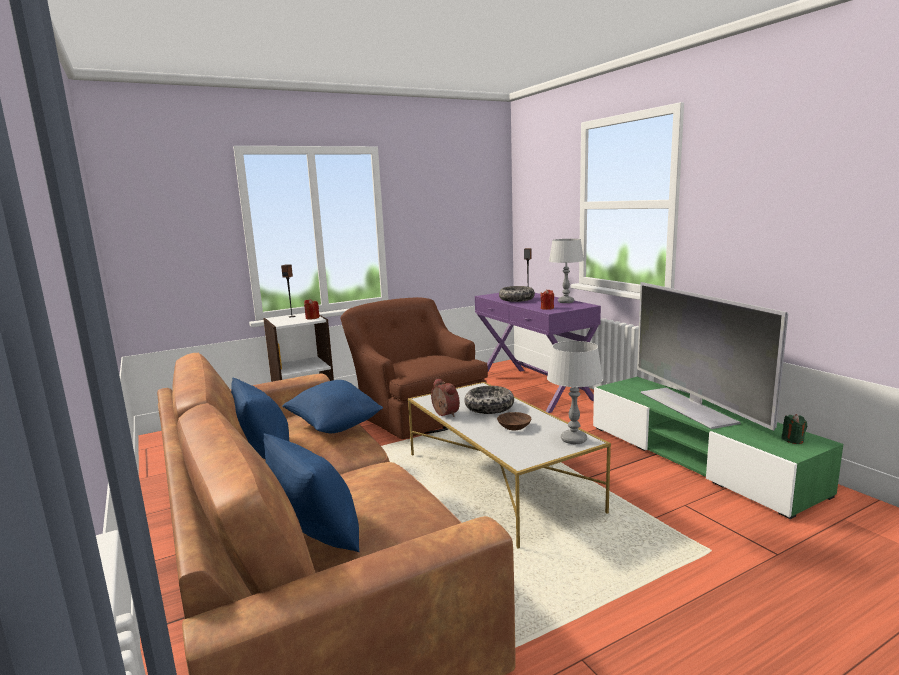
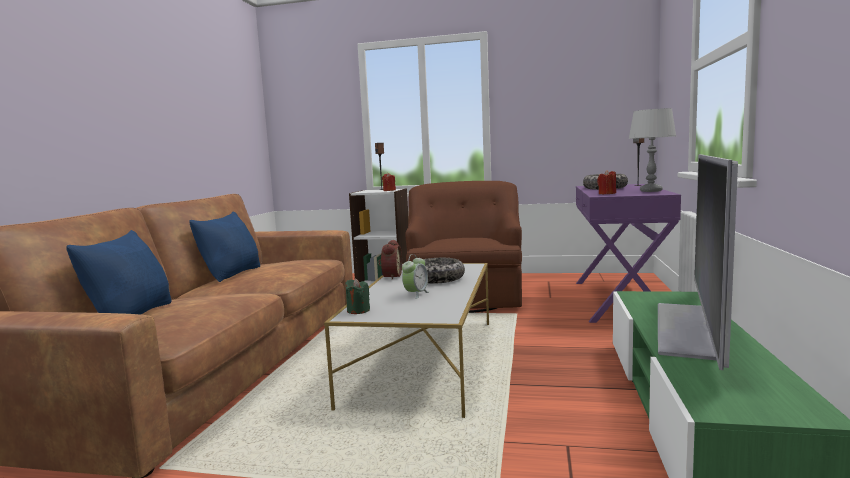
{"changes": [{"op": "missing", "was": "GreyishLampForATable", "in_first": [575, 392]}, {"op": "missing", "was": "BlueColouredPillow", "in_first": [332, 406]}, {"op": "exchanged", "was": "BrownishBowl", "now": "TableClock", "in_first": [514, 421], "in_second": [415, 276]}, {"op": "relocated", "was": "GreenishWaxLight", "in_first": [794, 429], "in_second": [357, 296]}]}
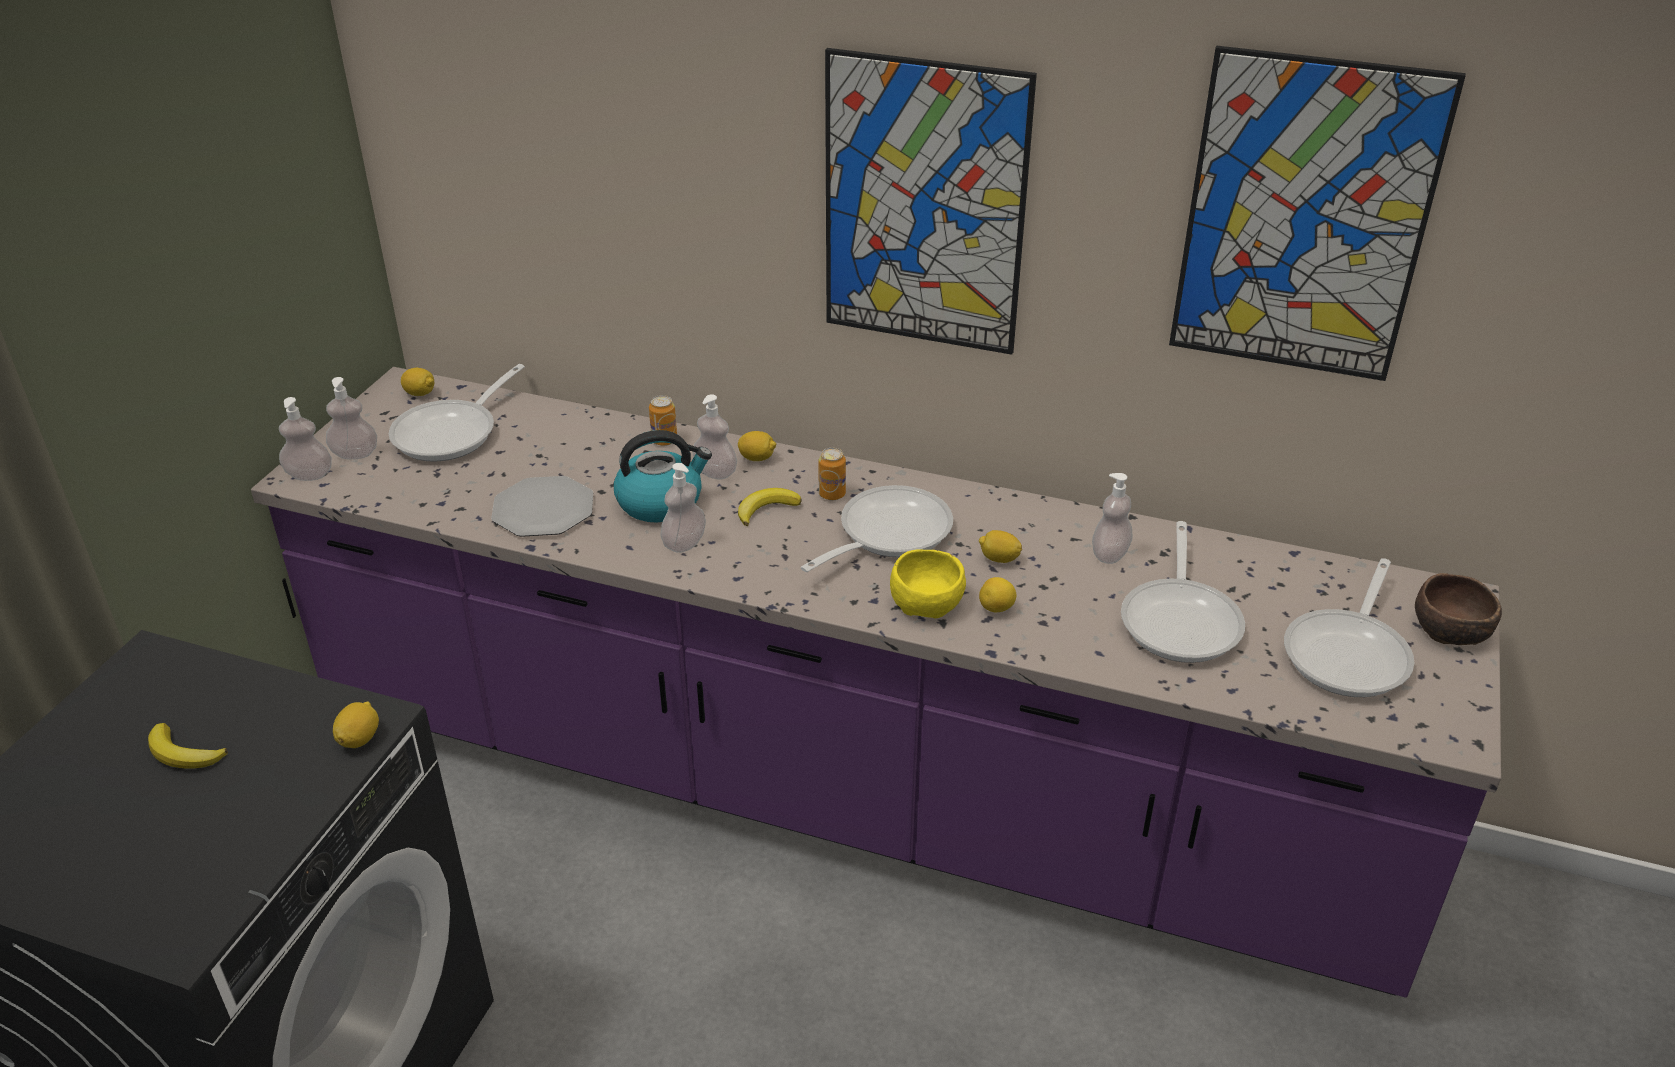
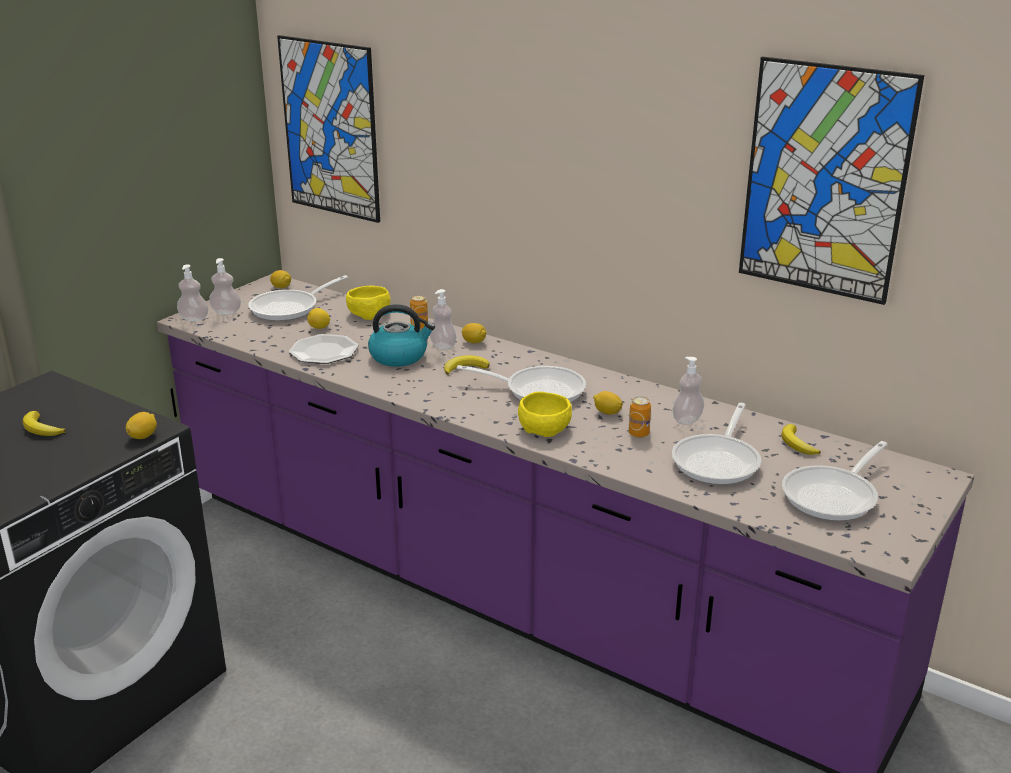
{"changes": [{"op": "relocated", "was": "WallArt", "in_first": [931, 201], "in_second": [328, 129]}, {"op": "relocated", "was": "Can", "in_first": [832, 474], "in_second": [639, 417]}, {"op": "missing", "was": "SoapDispenser", "in_first": [683, 508]}, {"op": "spun", "was": "Pan", "in_first": [877, 528], "in_second": [521, 384], "clockwise": 45}, {"op": "missing", "was": "BrownishBowl", "in_first": [1458, 609]}, {"op": "relocated", "was": "WholeLemon", "in_first": [997, 594], "in_second": [318, 318]}, {"op": "appeared", "now": "YellowishBowl", "in_second": [368, 303]}, {"op": "appeared", "now": "BananaFruit", "in_second": [801, 439]}]}
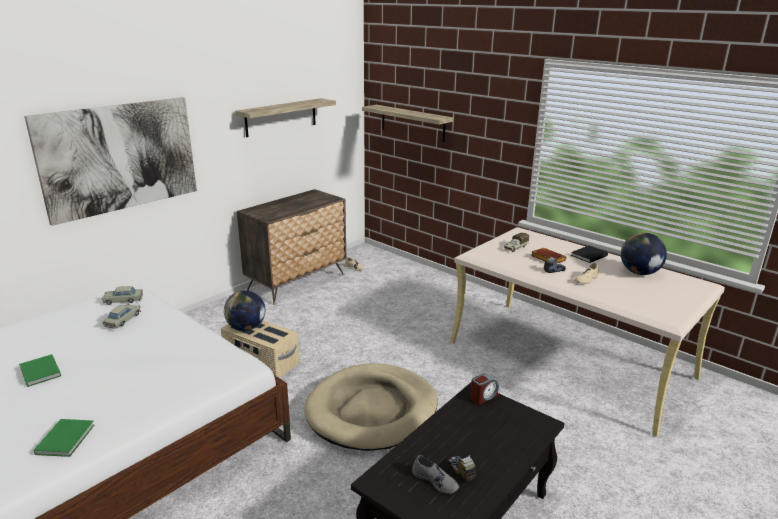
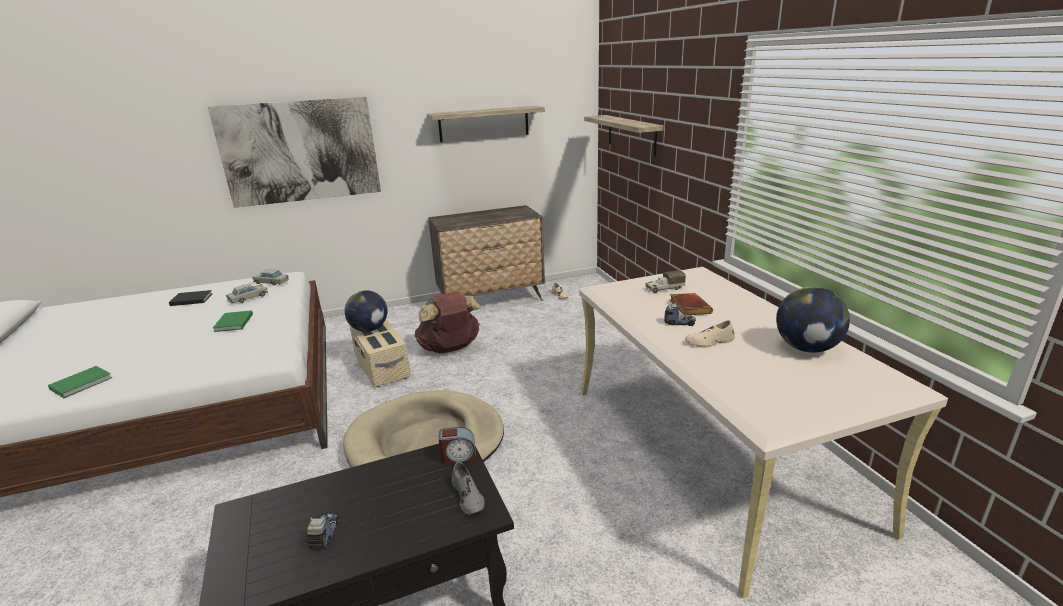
{"changes": [{"op": "relocated", "was": "BlackishVolume", "in_first": [589, 254], "in_second": [191, 298]}, {"op": "relocated", "was": "GreenishVolume", "in_first": [40, 370], "in_second": [233, 321]}, {"op": "relocated", "was": "GreyishItemOfFootwear", "in_first": [435, 474], "in_second": [468, 488]}, {"op": "appeared", "now": "BrownishKnapsack", "in_second": [448, 322]}]}
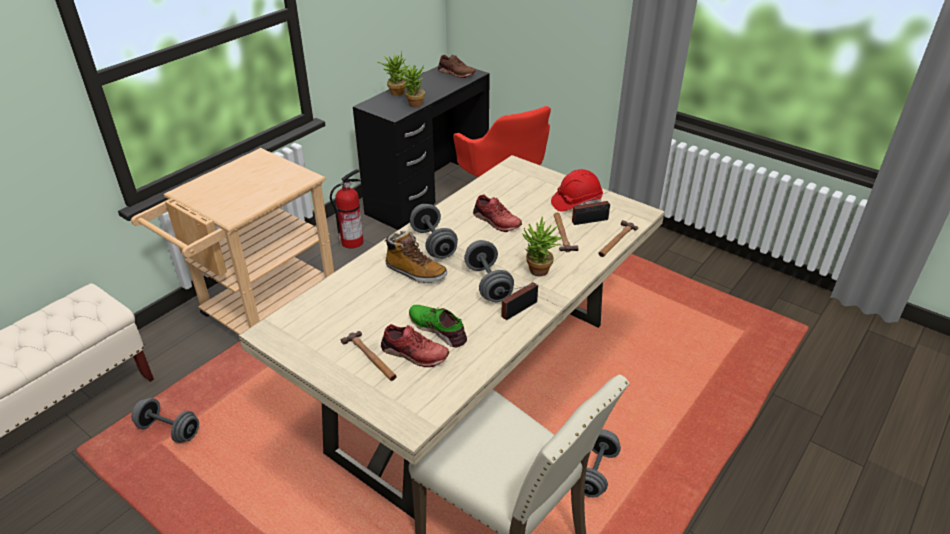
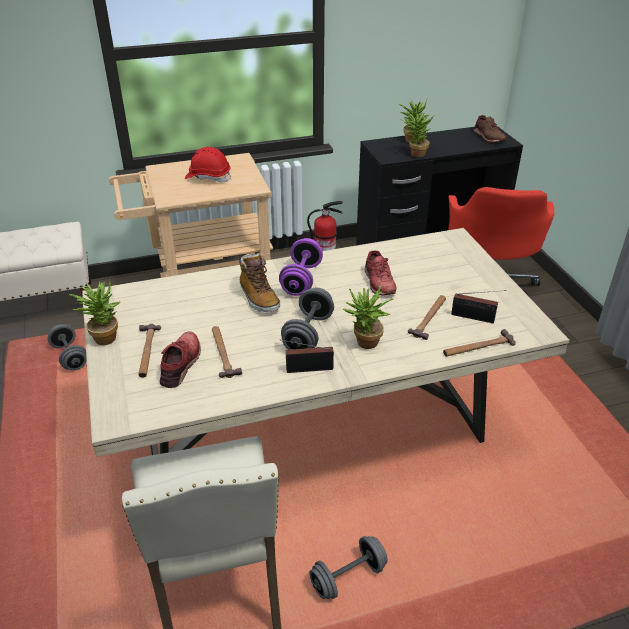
{"changes": [{"op": "relocated", "was": "ReddishSafetyHelmet", "in_first": [577, 190], "in_second": [208, 165]}, {"op": "colour", "was": "GreyishDumbbell", "now": "PurplishDumbbell", "in_first": [434, 231], "in_second": [301, 267]}, {"op": "exchanged", "was": "GreenishItemOfFootwear", "now": "HandHammer", "in_first": [438, 326], "in_second": [227, 352]}, {"op": "spun", "was": "ReddishItemOfFootwear", "in_first": [415, 345], "in_second": [180, 359], "clockwise": -135}, {"op": "appeared", "now": "Houseplant", "in_second": [95, 312]}]}
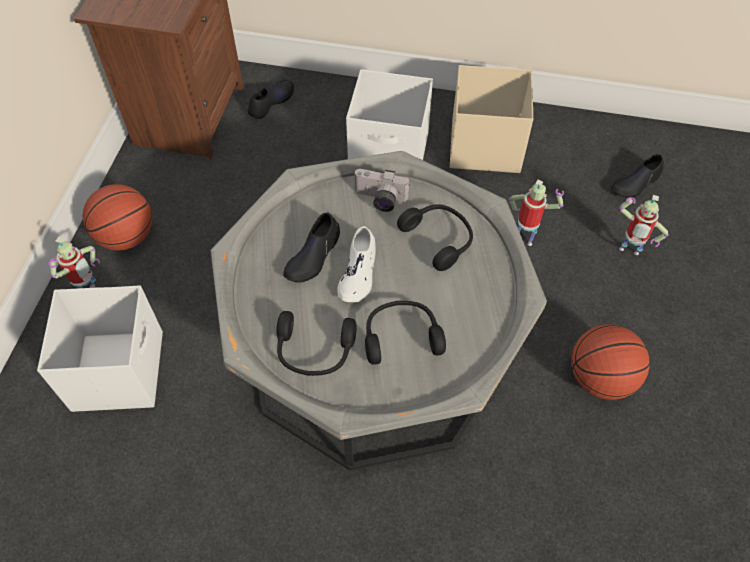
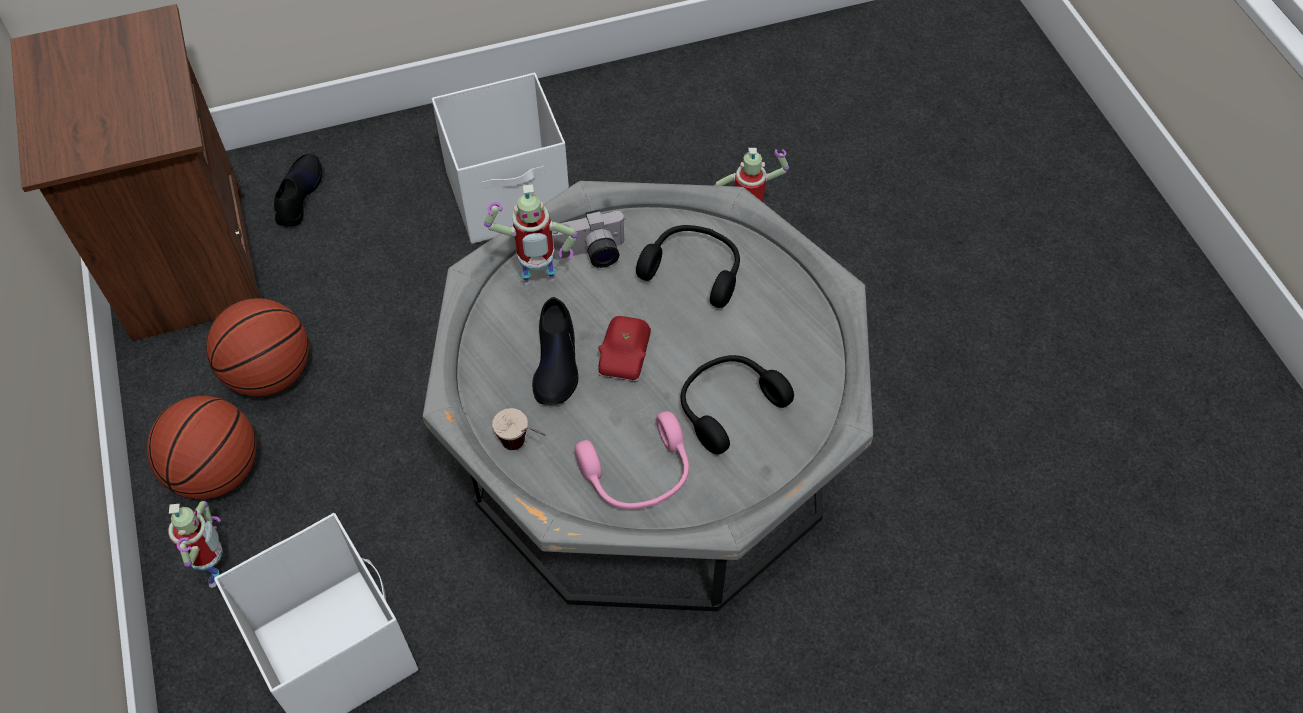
{"changes": [{"op": "missing", "was": "SandColouredStorageContainer", "in_first": [491, 119]}, {"op": "missing", "was": "BlackishItemOfFootwear", "in_first": [637, 176]}, {"op": "relocated", "was": "ModelRobot", "in_first": [643, 225], "in_second": [531, 234]}, {"op": "exchanged", "was": "WhitishItemOfFootwear", "now": "ReddishToyCar", "in_first": [356, 264], "in_second": [624, 349]}, {"op": "colour", "was": "BlackishHeadphones", "now": "PinkColouredHeadphones", "in_first": [316, 343], "in_second": [632, 460]}, {"op": "relocated", "was": "BasketballBall", "in_first": [610, 362], "in_second": [257, 347]}, {"op": "appeared", "now": "Cup", "in_second": [519, 429]}]}
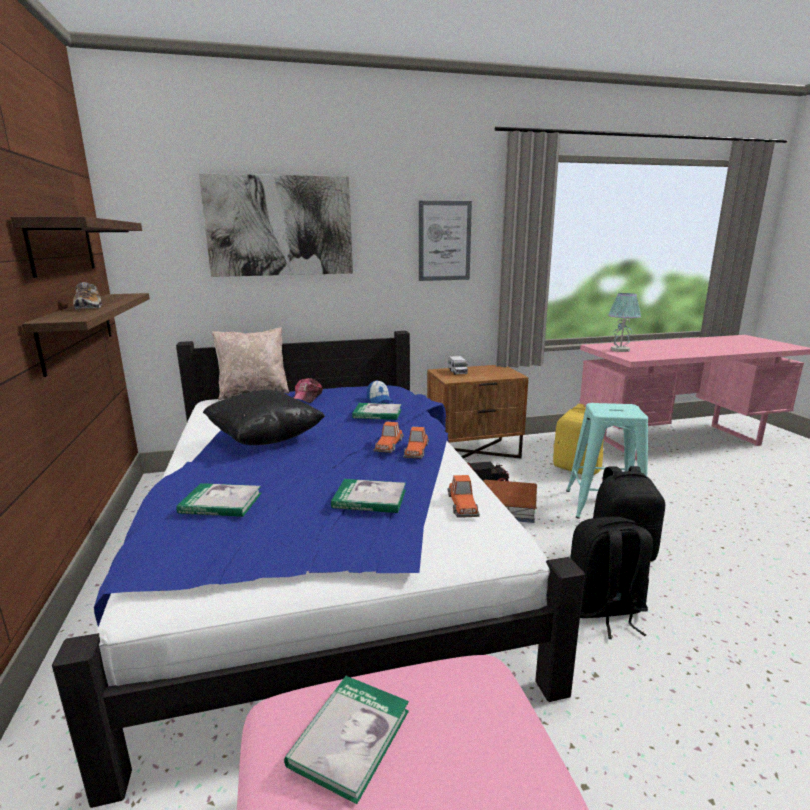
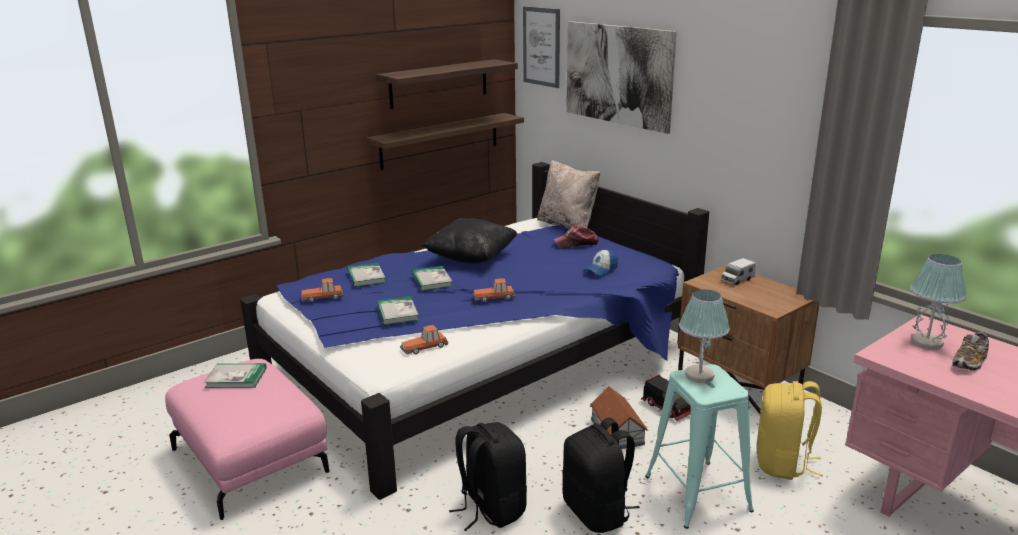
{"changes": [{"op": "relocated", "was": "WallArt", "in_first": [445, 241], "in_second": [541, 47]}, {"op": "relocated", "was": "ItemOfFootwear", "in_first": [87, 295], "in_second": [970, 351]}, {"op": "relocated", "was": "Volume", "in_first": [376, 411], "in_second": [432, 278]}, {"op": "relocated", "was": "ToyCar", "in_first": [416, 443], "in_second": [322, 290]}, {"op": "appeared", "now": "LampForATable", "in_second": [704, 336]}]}
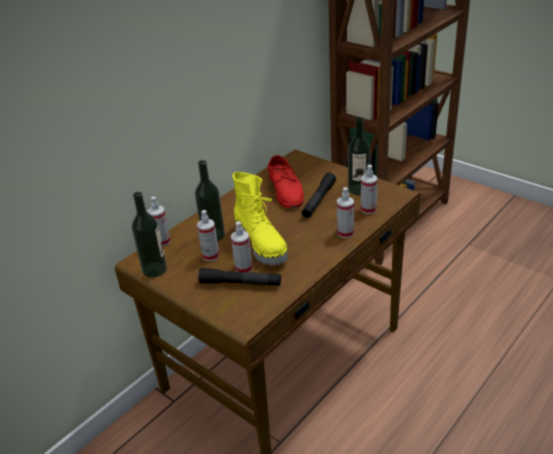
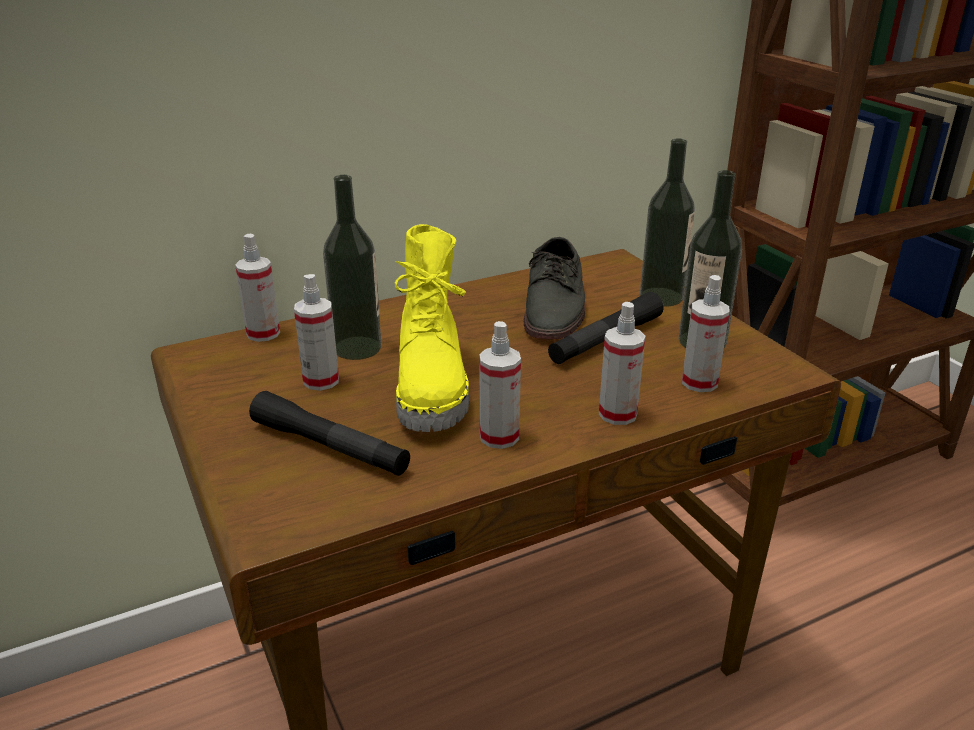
{"changes": [{"op": "colour", "was": "ReddishItemOfFootwear", "now": "GreyishItemOfFootwear", "in_first": [285, 181], "in_second": [554, 288]}, {"op": "relocated", "was": "BeverageBottle", "in_first": [149, 235], "in_second": [667, 223]}, {"op": "relocated", "was": "HandSprayer", "in_first": [242, 246], "in_second": [500, 385]}]}
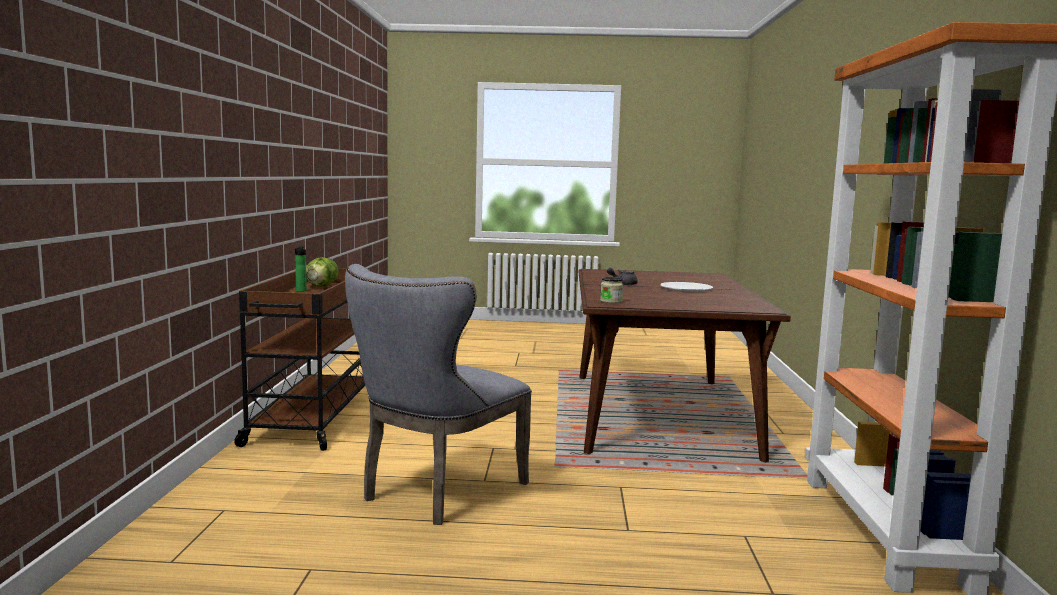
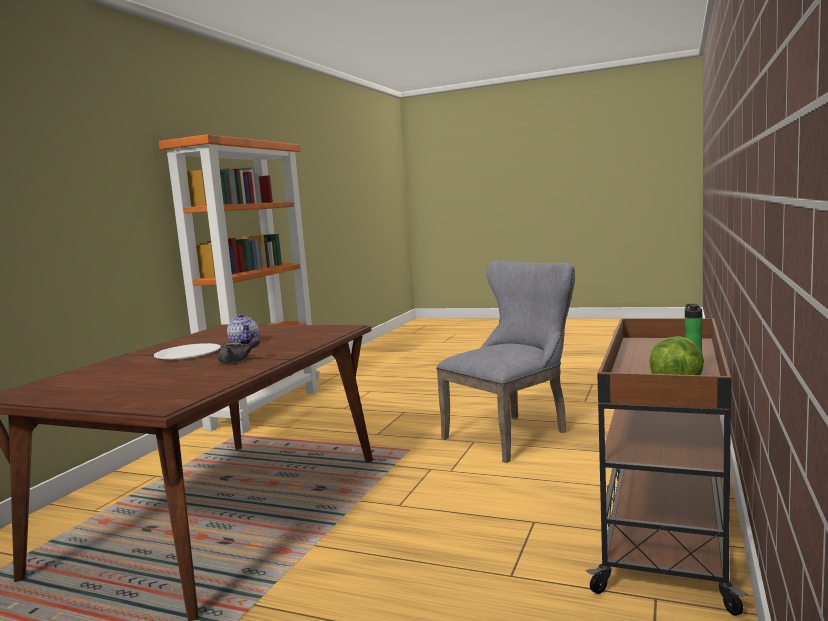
{"changes": [{"op": "missing", "was": "Jar", "in_first": [611, 290]}, {"op": "appeared", "now": "TeaPot", "in_second": [243, 329]}]}
